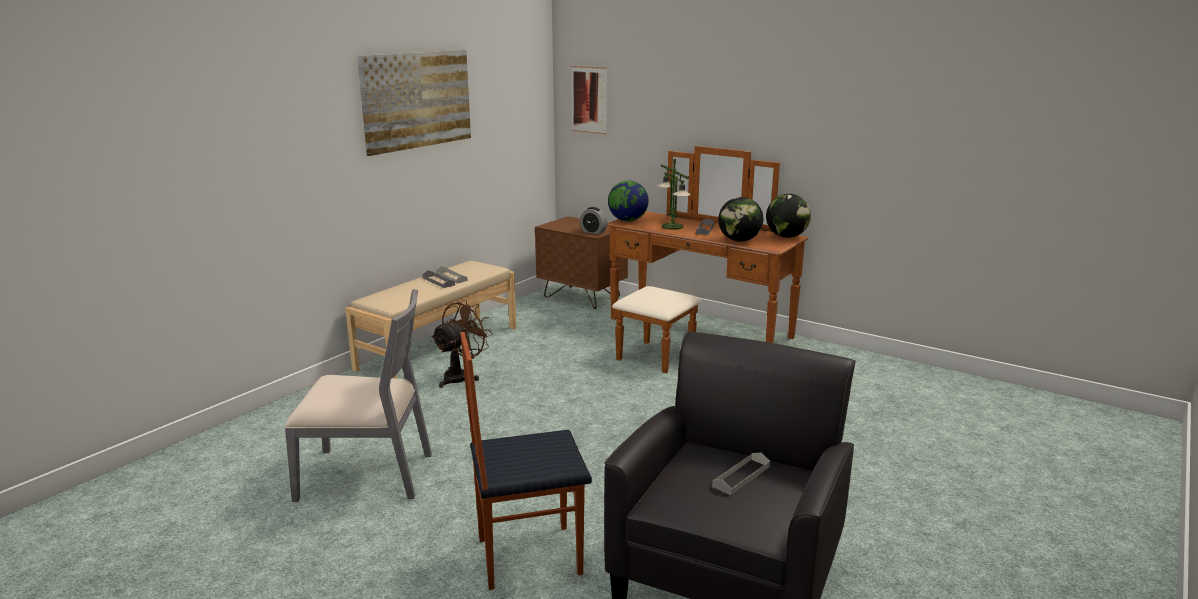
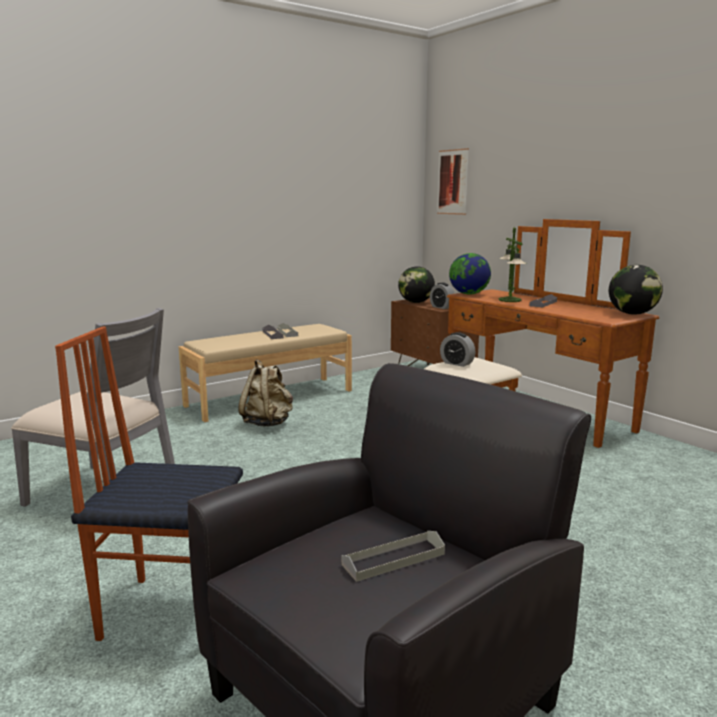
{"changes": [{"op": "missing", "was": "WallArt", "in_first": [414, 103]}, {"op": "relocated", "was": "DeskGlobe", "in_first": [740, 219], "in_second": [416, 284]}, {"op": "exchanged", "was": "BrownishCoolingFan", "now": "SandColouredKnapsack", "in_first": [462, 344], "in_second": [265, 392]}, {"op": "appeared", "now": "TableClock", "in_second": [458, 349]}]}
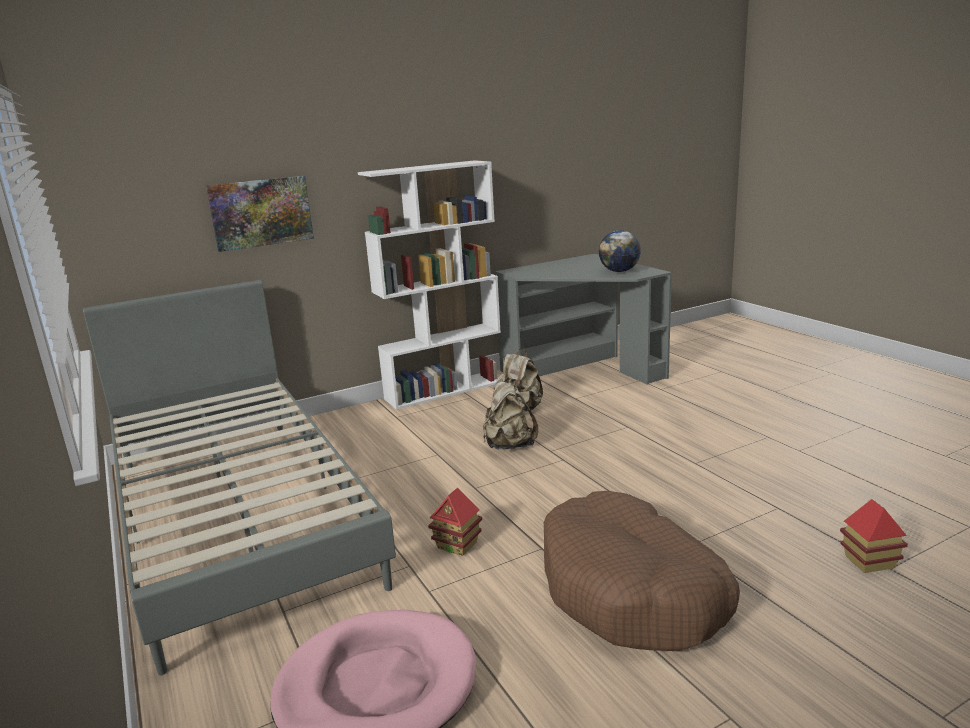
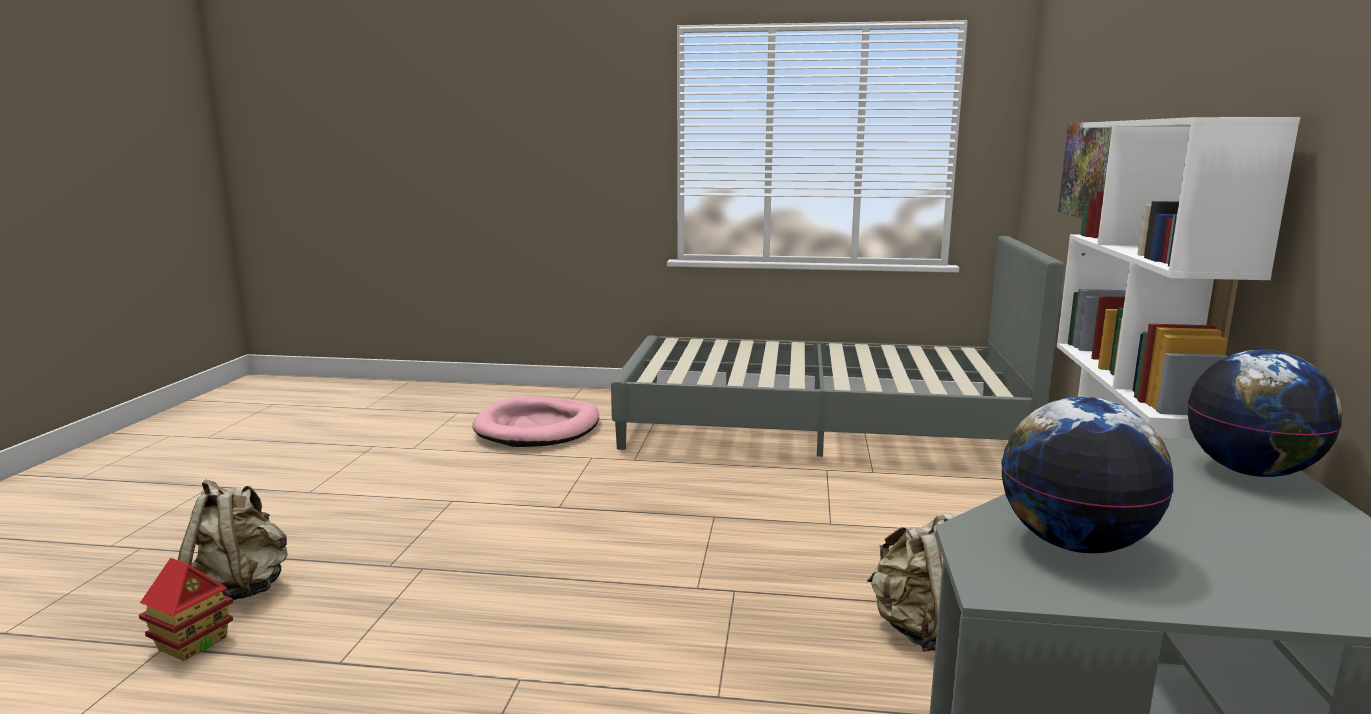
{"changes": [{"op": "relocated", "was": "SandColouredKnapsack", "in_first": [510, 414], "in_second": [233, 540]}, {"op": "missing", "was": "ModelHouse", "in_first": [455, 522]}, {"op": "missing", "was": "BrownishDogCushion", "in_first": [642, 571]}, {"op": "appeared", "now": "DeskGlobe", "in_second": [1265, 413]}]}
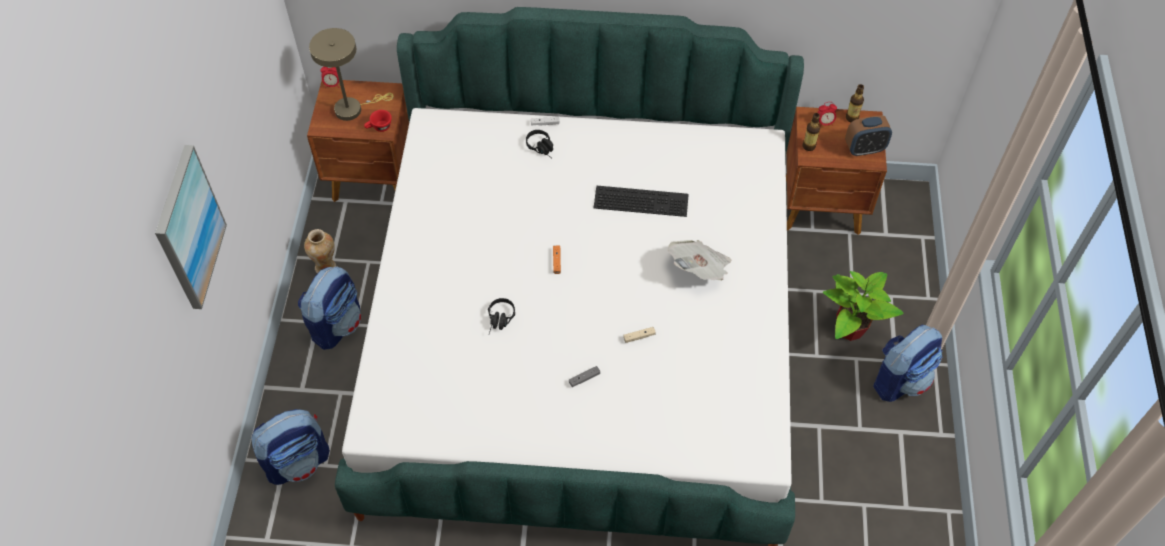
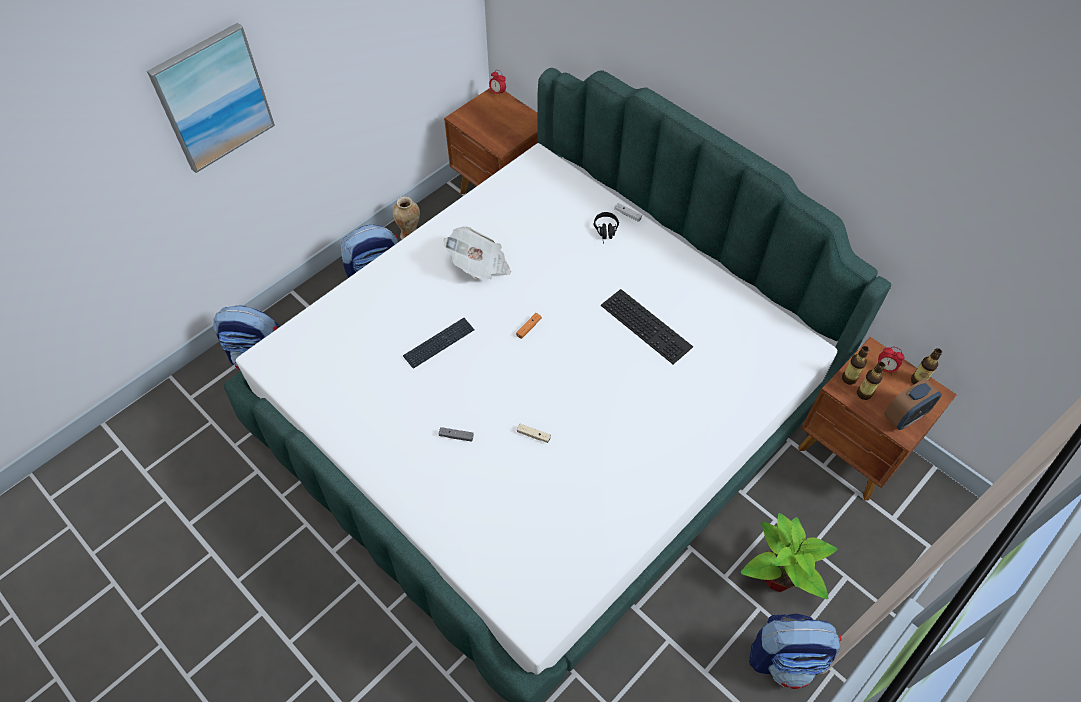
{"changes": [{"op": "missing", "was": "SandColouredLampForATable", "in_first": [351, 74]}, {"op": "missing", "was": "ReddishCup", "in_first": [378, 121]}, {"op": "spun", "was": "TableClock", "in_first": [868, 135], "in_second": [913, 404], "clockwise": -60}, {"op": "relocated", "was": "Newspaper", "in_first": [699, 260], "in_second": [477, 253]}, {"op": "exchanged", "was": "BlackishHeadphones", "now": "ComputerKeyboard", "in_first": [501, 316], "in_second": [439, 343]}, {"op": "appeared", "now": "BeverageBottle", "in_second": [871, 381]}]}
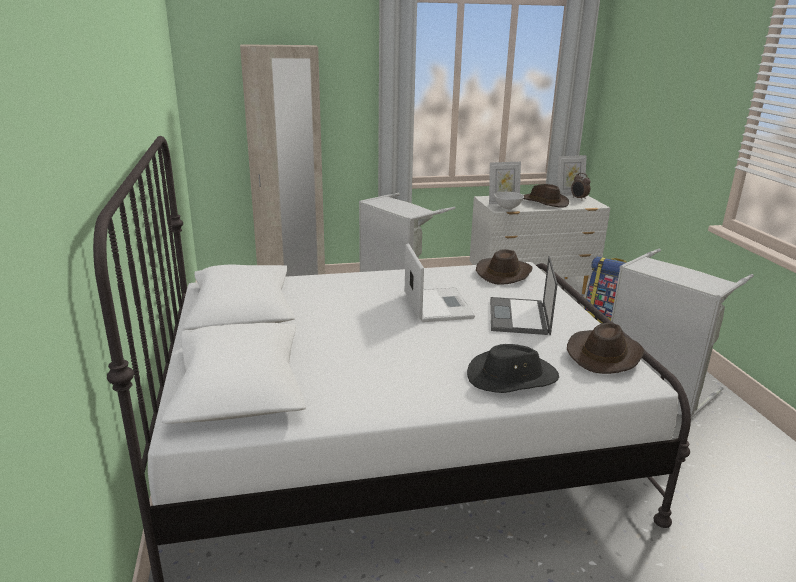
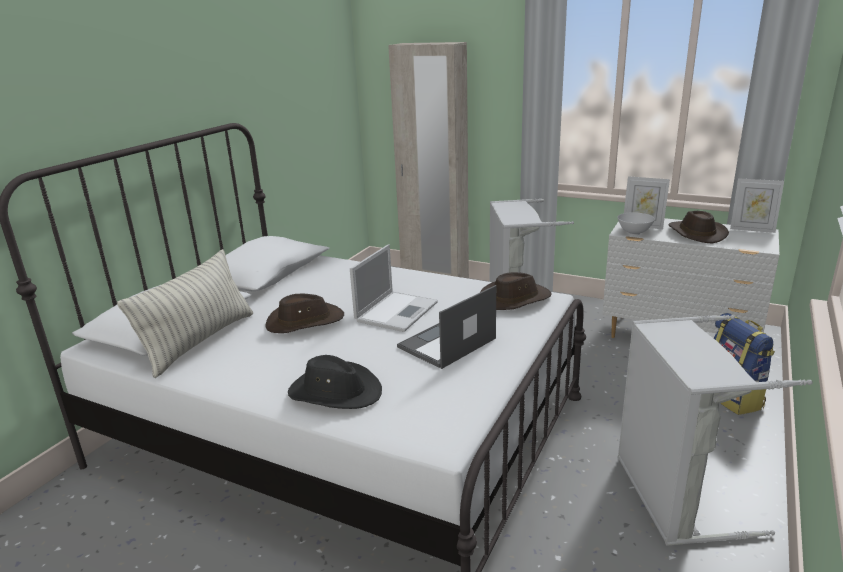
{"changes": [{"op": "missing", "was": "TableClock", "in_first": [580, 186]}, {"op": "relocated", "was": "BrownishClothingHat", "in_first": [605, 348], "in_second": [305, 313]}, {"op": "appeared", "now": "Pillow", "in_second": [185, 313]}]}
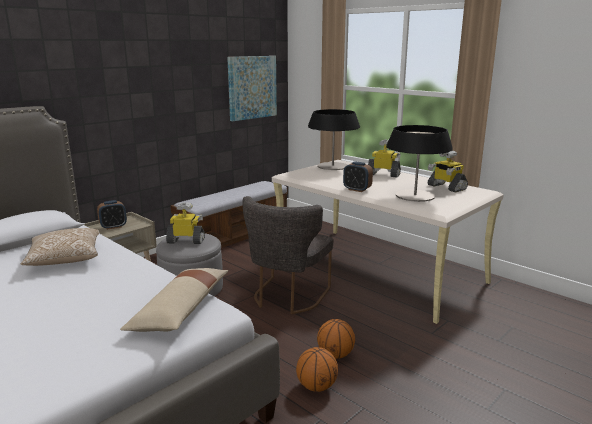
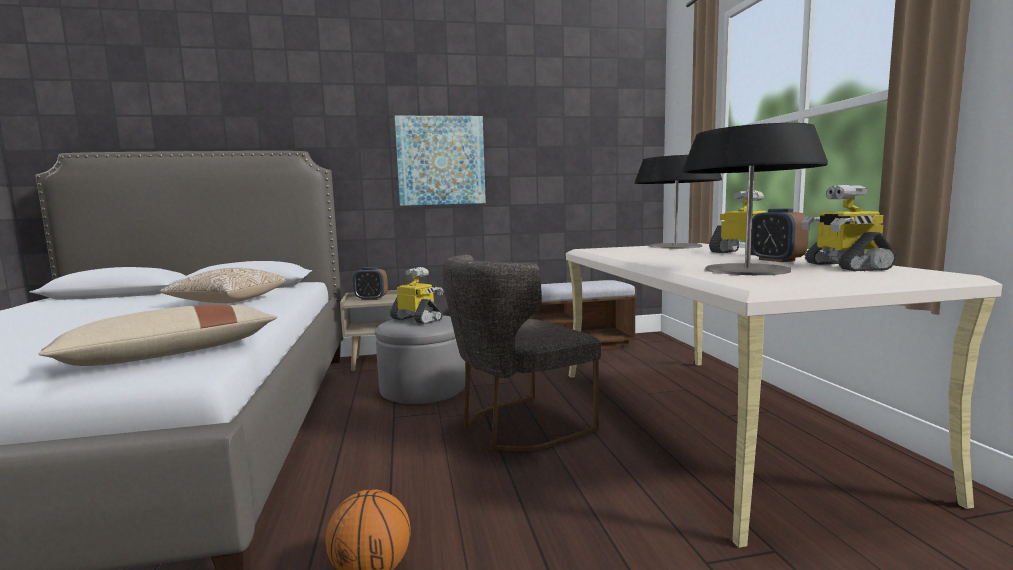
{"changes": [{"op": "relocated", "was": "WallArt", "in_first": [252, 88], "in_second": [440, 161]}, {"op": "relocated", "was": "TableClock", "in_first": [358, 176], "in_second": [780, 235]}, {"op": "missing", "was": "BasketballBall", "in_first": [336, 339]}]}
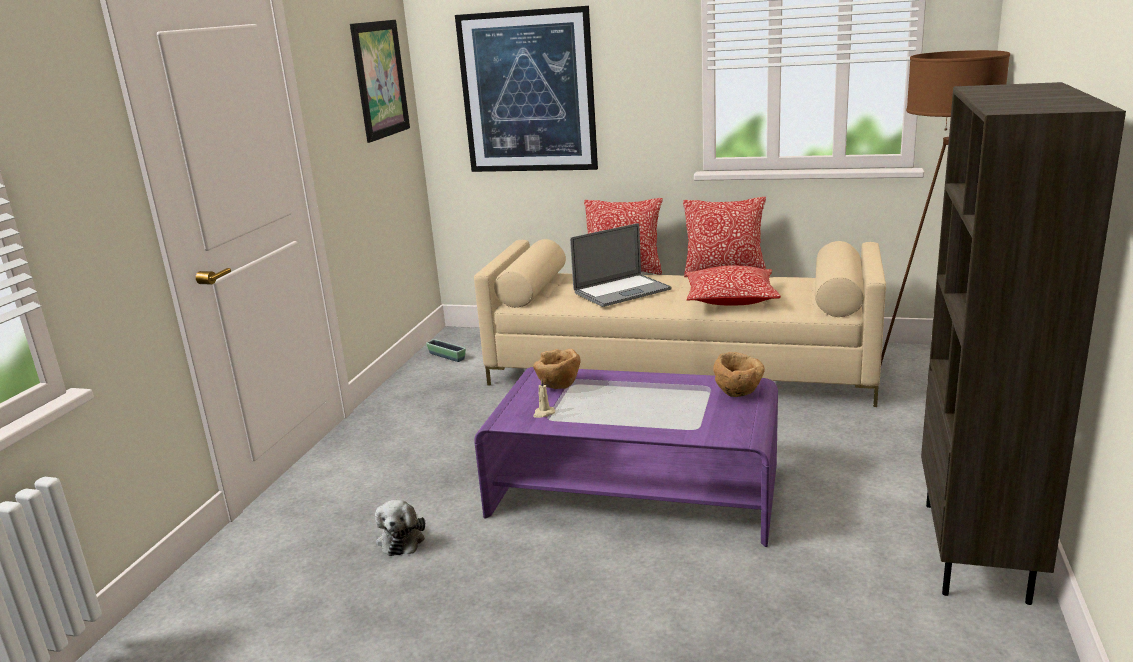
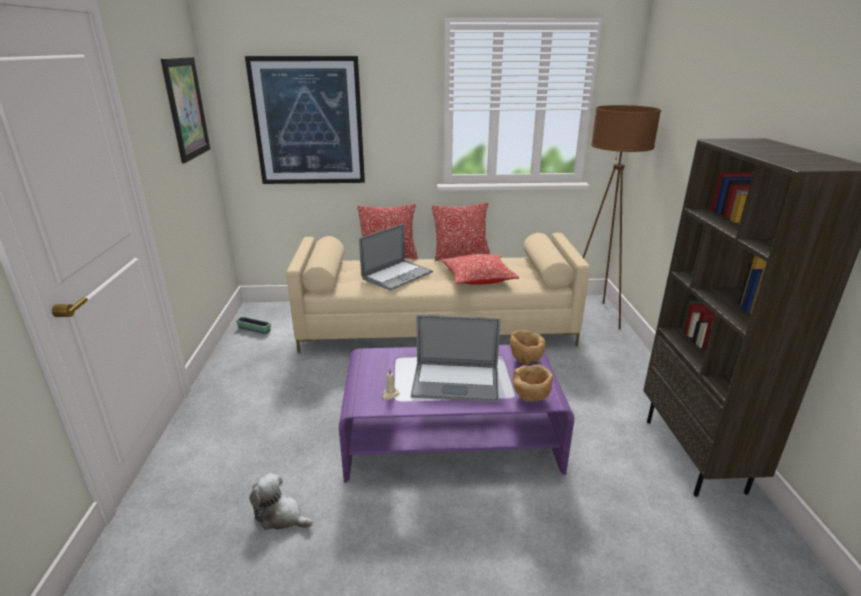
{"changes": [{"op": "relocated", "was": "BrownishBowl", "in_first": [557, 369], "in_second": [533, 383]}, {"op": "spun", "was": "CuddlyToy", "in_first": [400, 528], "in_second": [281, 501], "clockwise": 135}, {"op": "appeared", "now": "PortableComputer", "in_second": [455, 358]}]}
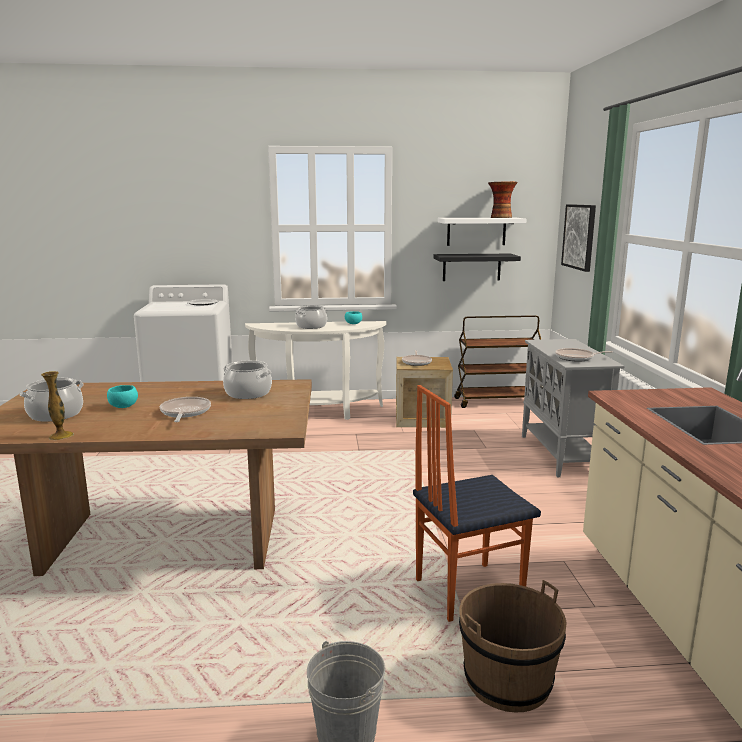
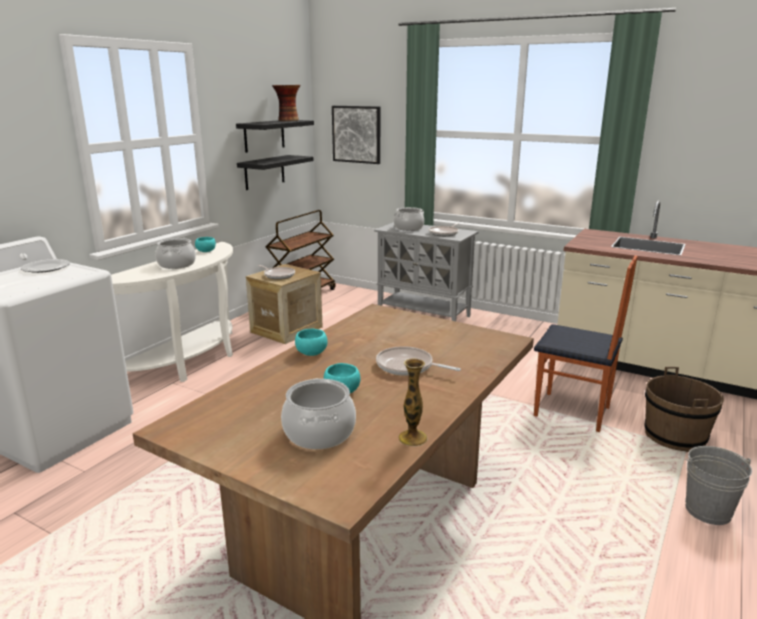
{"changes": [{"op": "colour", "was": "WhitishBracketShelf", "now": "BlackishBracketShelf", "in_first": [482, 232], "in_second": [275, 136]}, {"op": "relocated", "was": "CookingPot", "in_first": [247, 379], "in_second": [409, 219]}, {"op": "spun", "was": "UprightChair", "in_first": [477, 503], "in_second": [586, 344], "clockwise": -75}, {"op": "appeared", "now": "BlueGreenBowl", "in_second": [311, 342]}]}
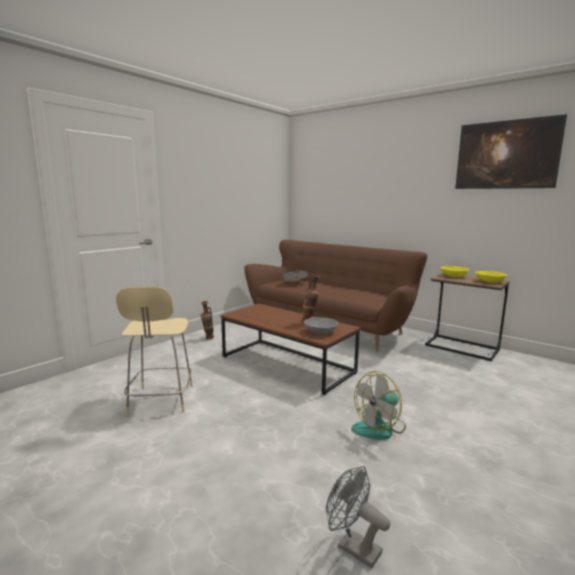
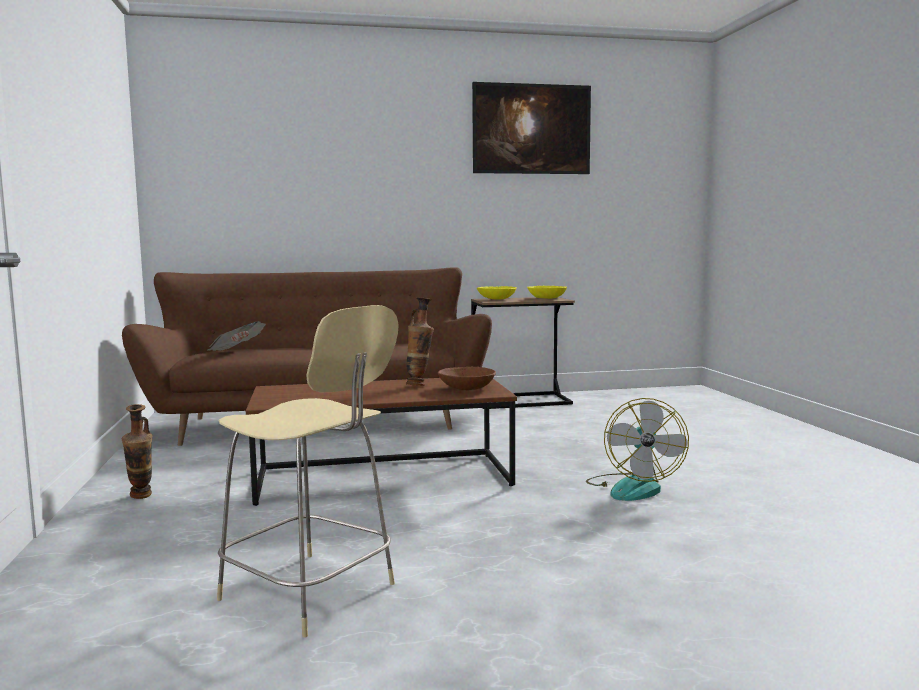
{"changes": [{"op": "colour", "was": "GreyishBowl", "now": "BrownishBowl", "in_first": [321, 325], "in_second": [467, 378]}, {"op": "missing", "was": "GreyishCoolingFan", "in_first": [358, 517]}]}
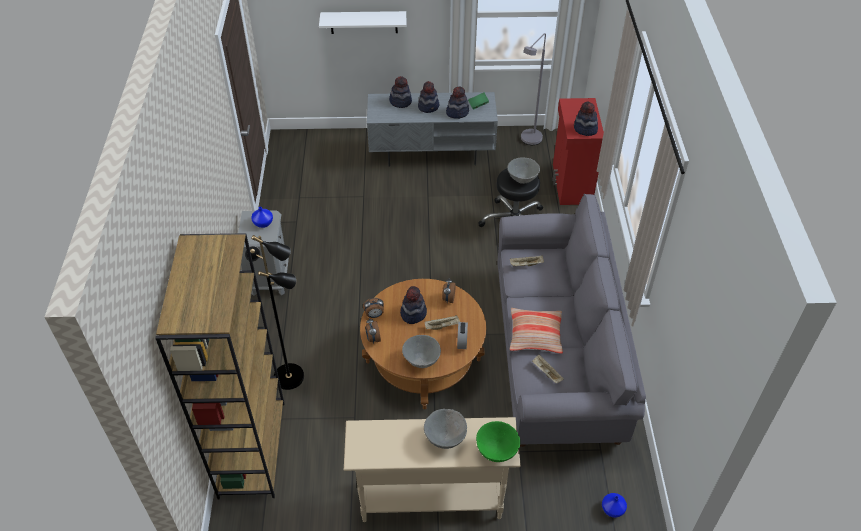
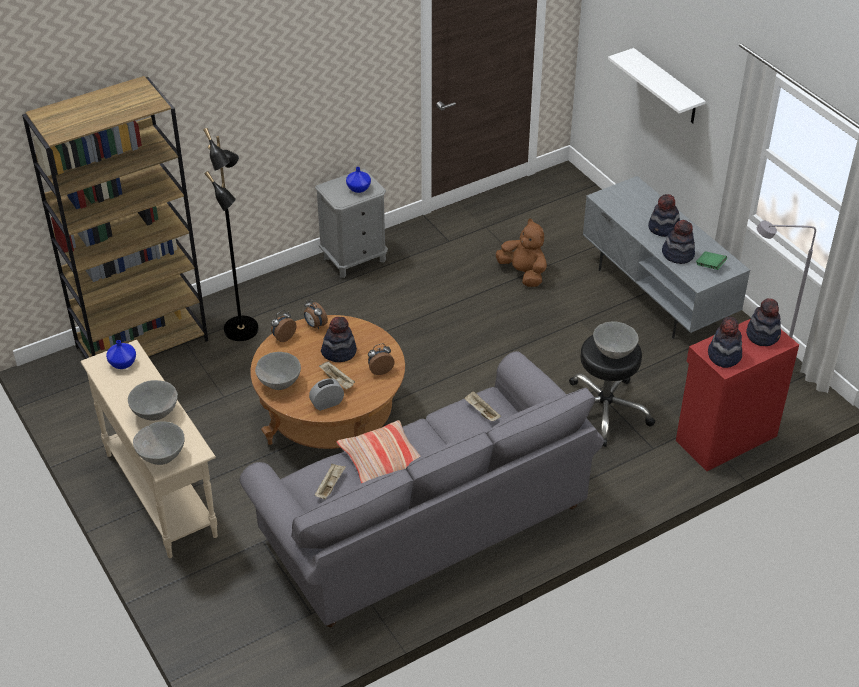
{"changes": [{"op": "relocated", "was": "ClothingHat", "in_first": [400, 92], "in_second": [763, 322]}, {"op": "colour", "was": "GreenishBowl", "now": "GreyishBowl", "in_first": [498, 441], "in_second": [159, 443]}, {"op": "relocated", "was": "BlueColouredFlowerVase", "in_first": [614, 505], "in_second": [121, 354]}, {"op": "appeared", "now": "BrownishCuddlyToy", "in_second": [521, 252]}]}
